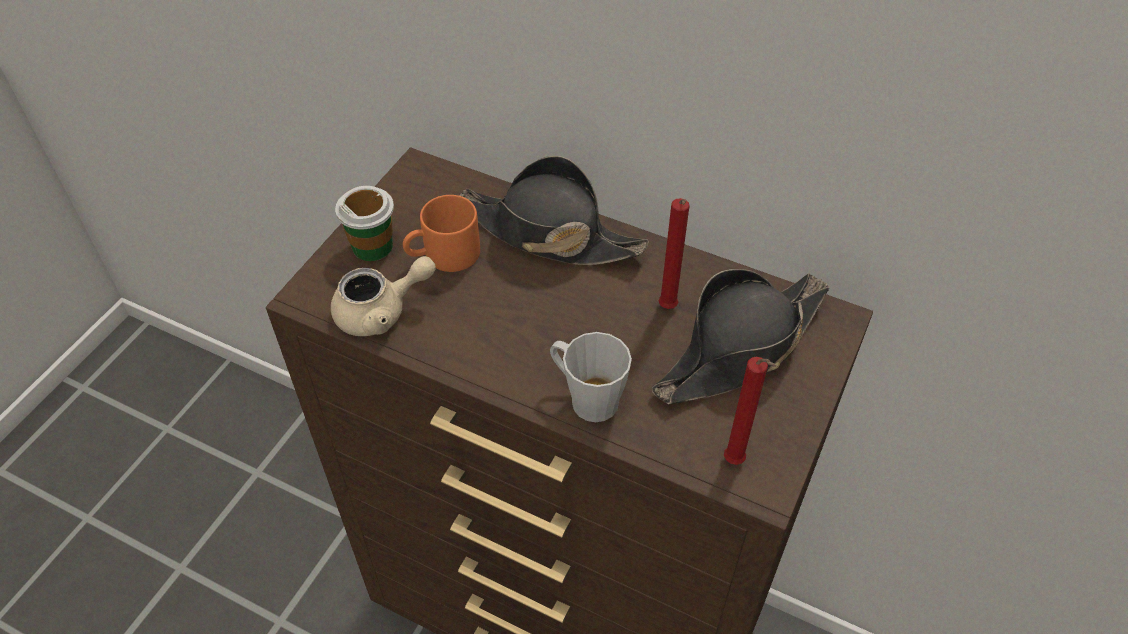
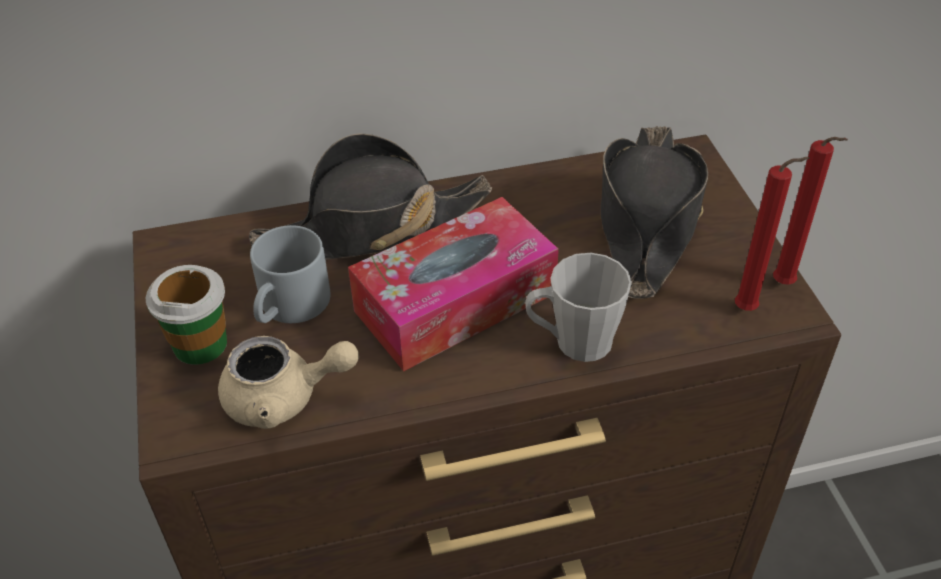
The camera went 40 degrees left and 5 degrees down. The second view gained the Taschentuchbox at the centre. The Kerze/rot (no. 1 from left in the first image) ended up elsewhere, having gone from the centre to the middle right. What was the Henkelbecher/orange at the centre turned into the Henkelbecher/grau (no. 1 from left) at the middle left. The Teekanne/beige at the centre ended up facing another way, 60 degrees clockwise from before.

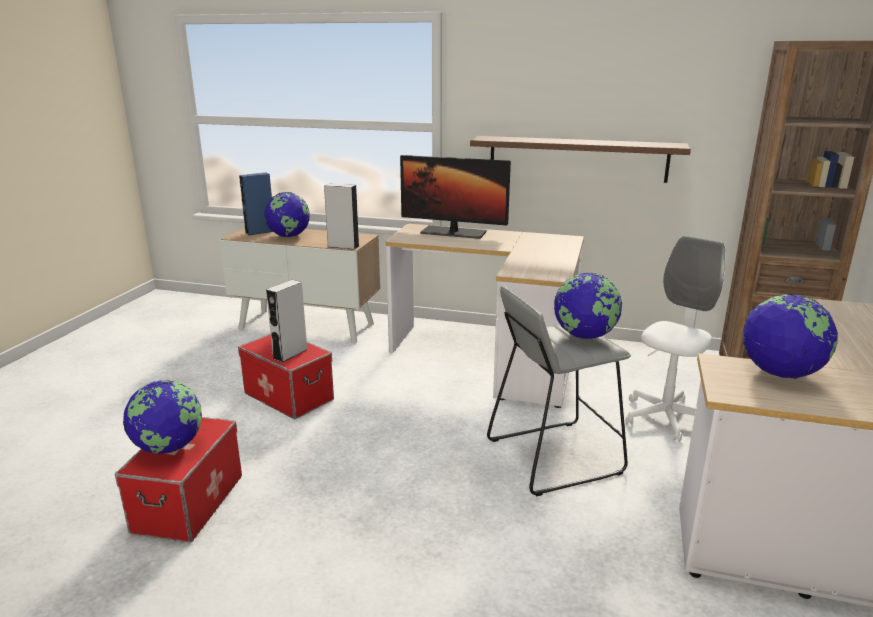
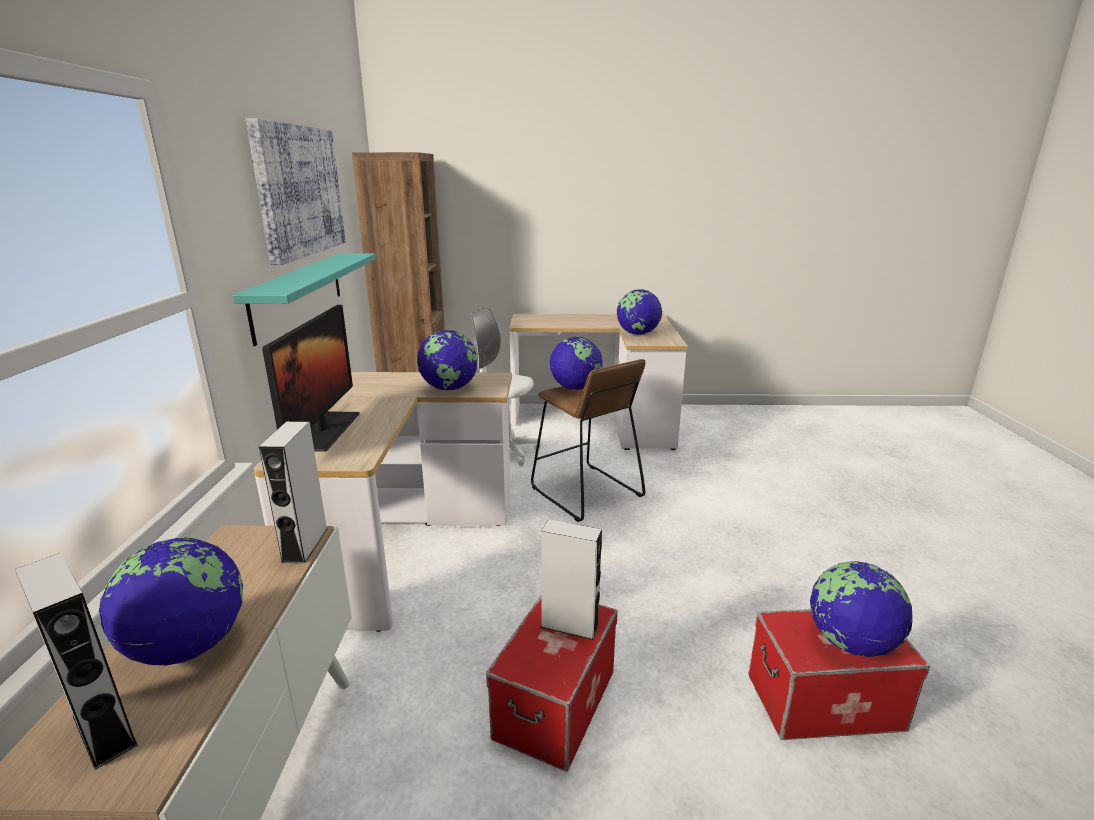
The camera went 105 degrees left and 0 degrees up. The second view gained the Bild at the top left. The second view gained the Globus (no. 2 from left) at the centre. What was the Lautsprecher/blau at the top left turned into the Lautsprecher/grau (no. 1 from left) at the bottom left. What was the Wandregal/braun at the top centre turned into the Wandregal/türkis at the middle left. What was the Hocker/grau at the centre turned into the Hocker/braun at the centre.

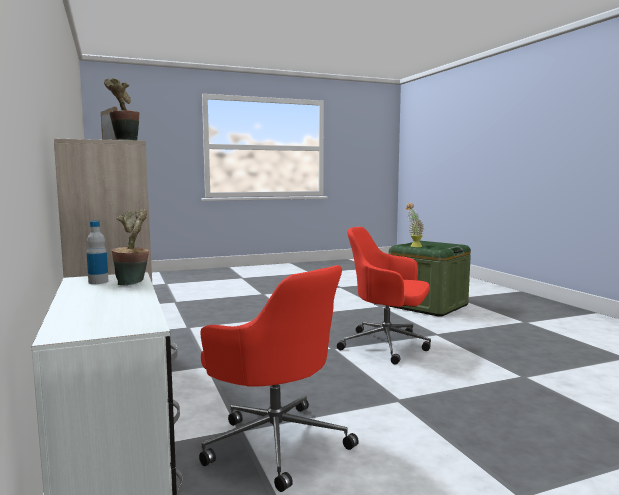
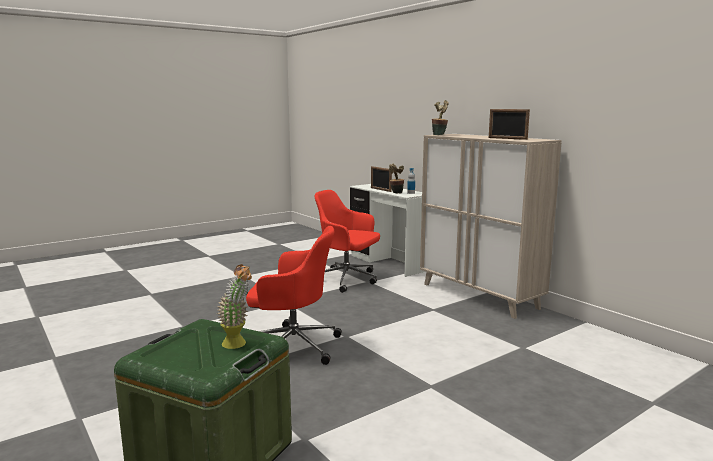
The camera went 165 degrees right and 5 degrees up. The second view gained the Bilderrahmen (no. 1 from left) at the centre.

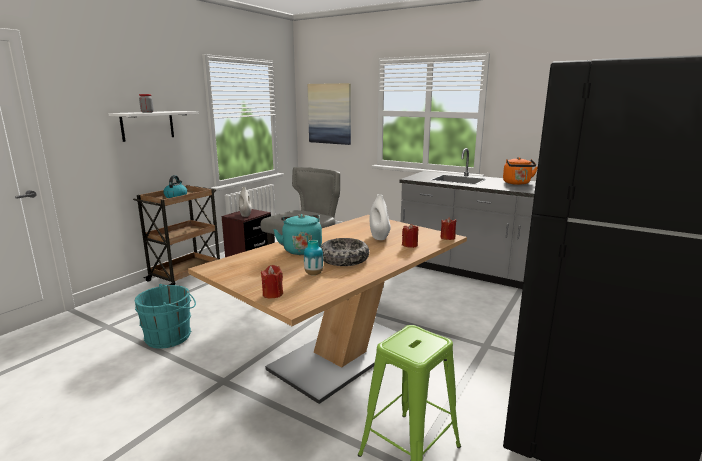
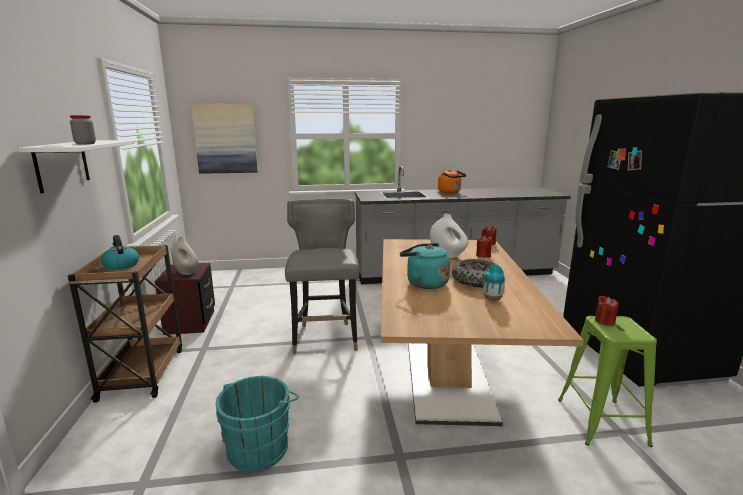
The camera went 40 degrees left and 0 degrees up. The Kerze/rot (no. 1 from left in the first image) ended up elsewhere, having gone from the centre to the middle right.

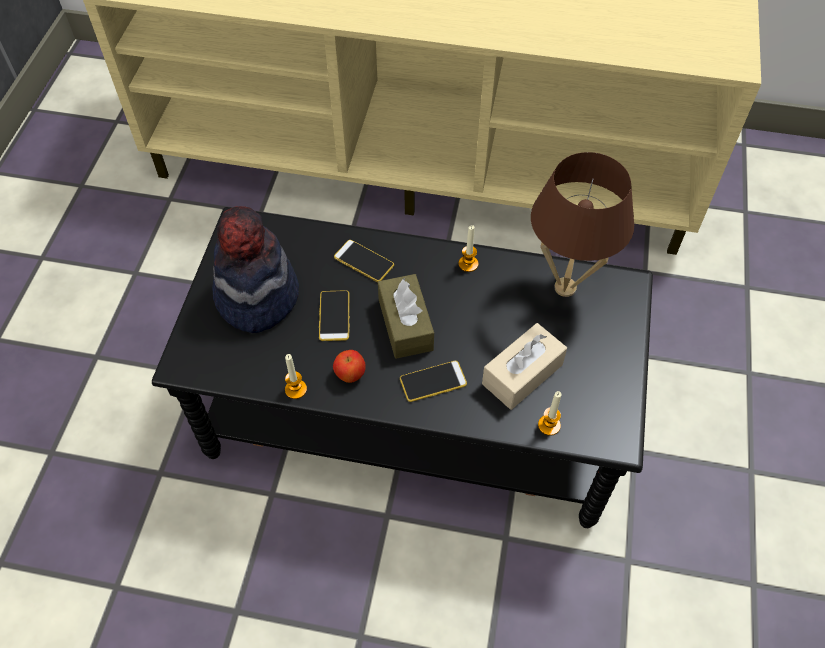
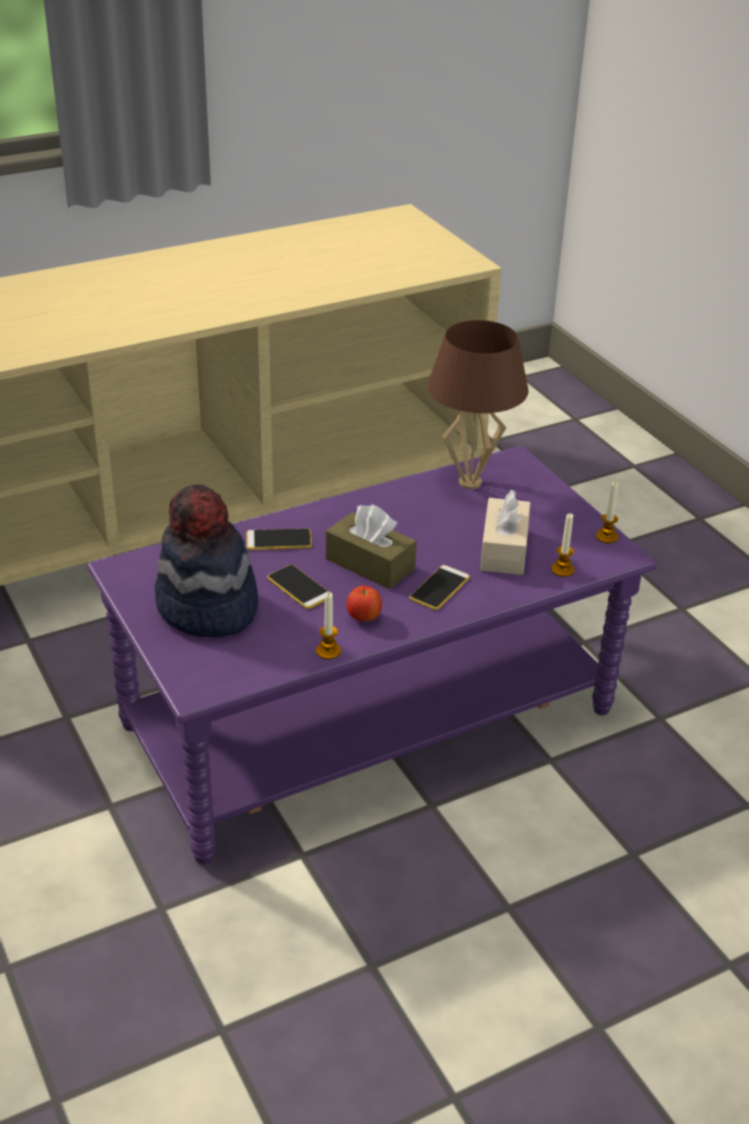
The camera went 40 degrees left and 20 degrees down. The Kerze (no. 2 from left in the first image) ended up elsewhere, having gone from the centre to the middle right. What was the Couchtisch/schwarz at the centre turned into the Couchtisch/lila at the centre.

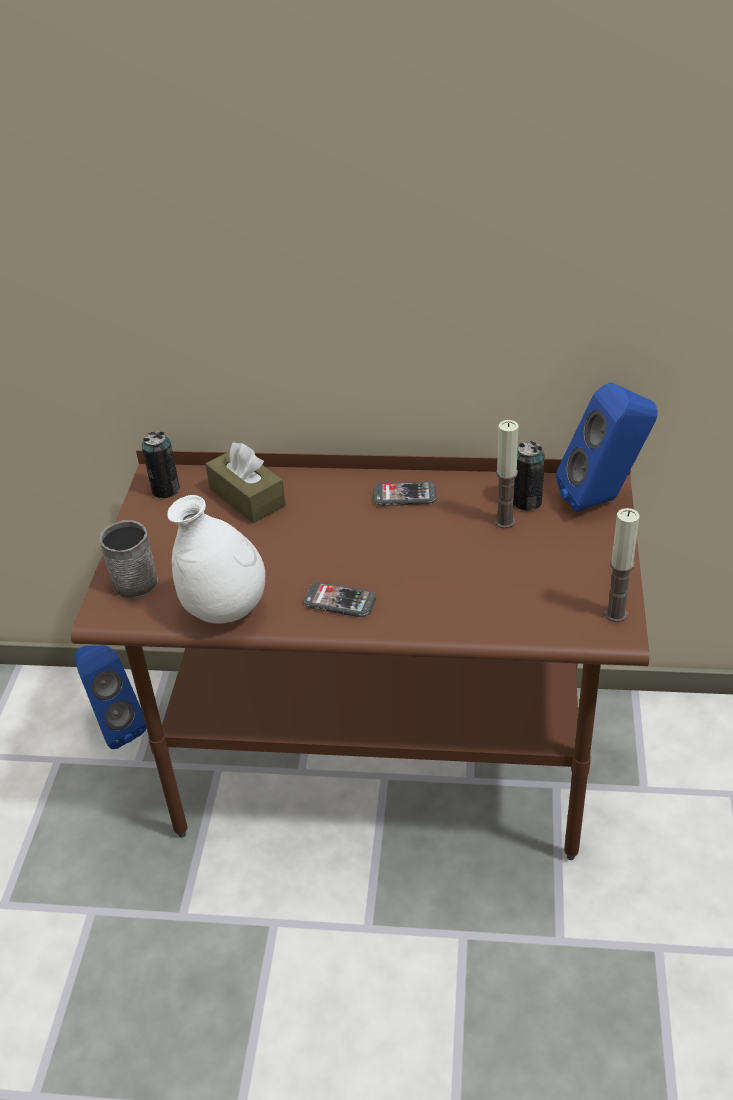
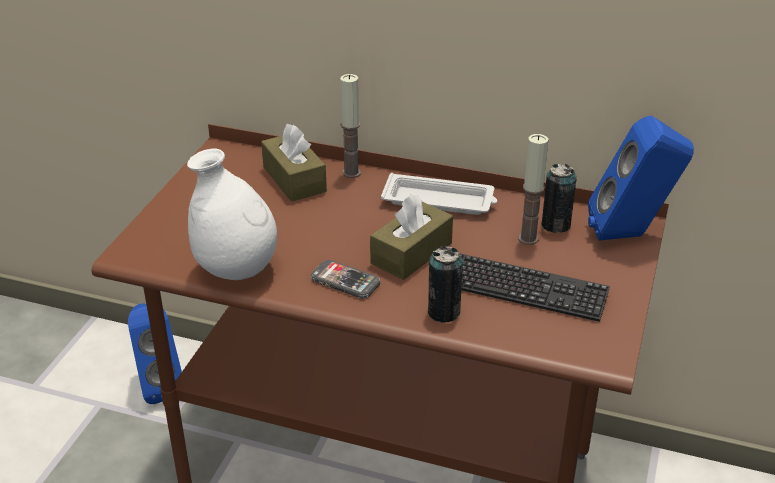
The camera went 10 degrees right and 5 degrees down. The second view lost the Henkelbecher/grau at the middle left. The second view gained the Taschentuchbox/braun (no. 2 from left) at the centre. The second view gained the Tastatur at the middle right. The Dose (no. 1 from left) ended up elsewhere, having gone from the middle left to the centre. The Kerze (no. 2 from left in the first image) ended up elsewhere, having gone from the middle right to the top centre. Where the Handy (no. 2 from left) stood at the centre, the Tablett/weiß came to stand at the centre.

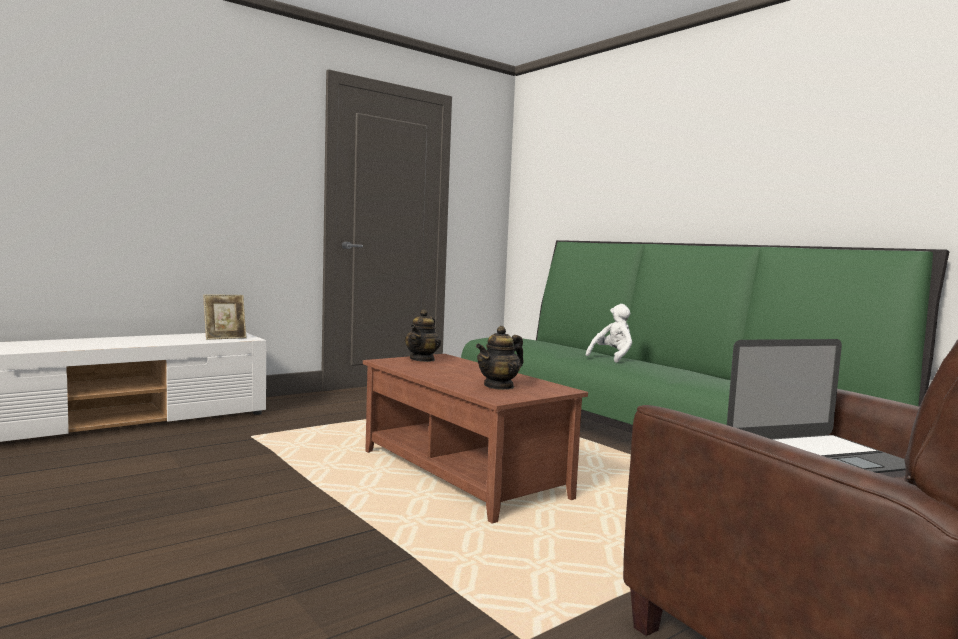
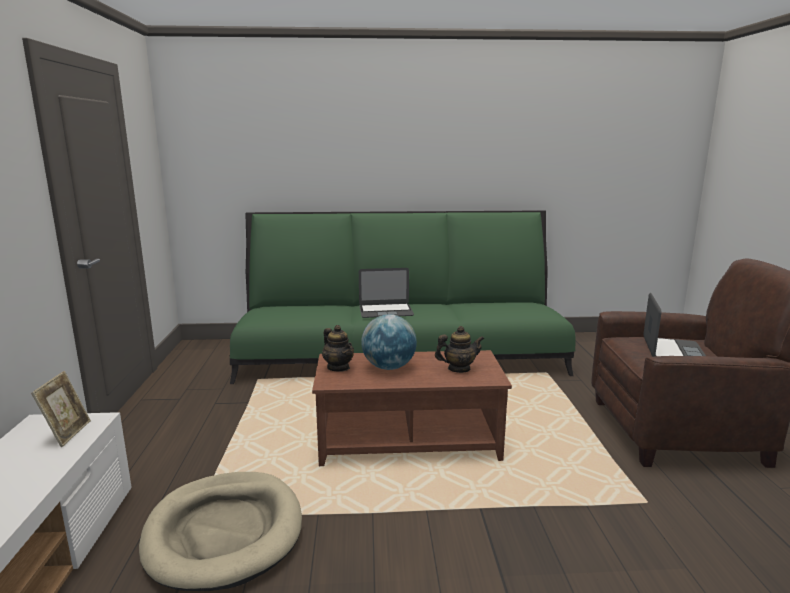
The camera went 55 degrees left and 10 degrees up. The second view gained the Hundebett/beige at the bottom left. The second view gained the Globus at the centre. Where the Plüschtier/weiß stood at the centre, the Laptop (no. 1 from left) came to stand at the centre. The Teekanne (no. 2 from left) at the centre ended up facing another way, 90 degrees counterclockwise from before.

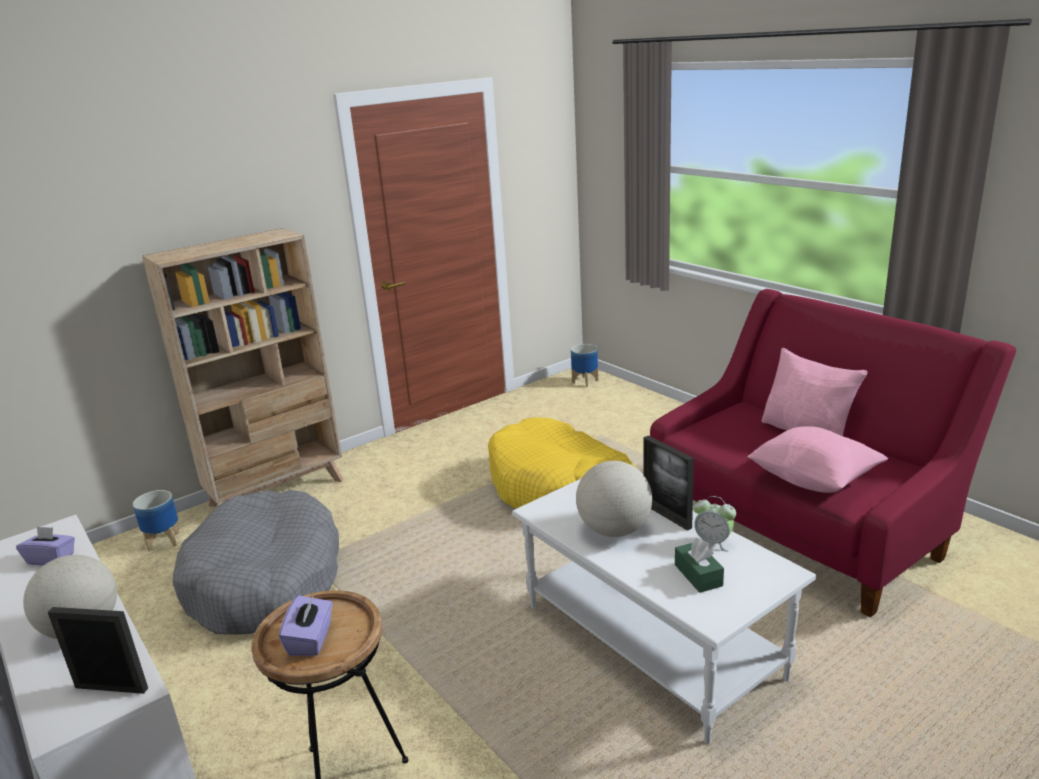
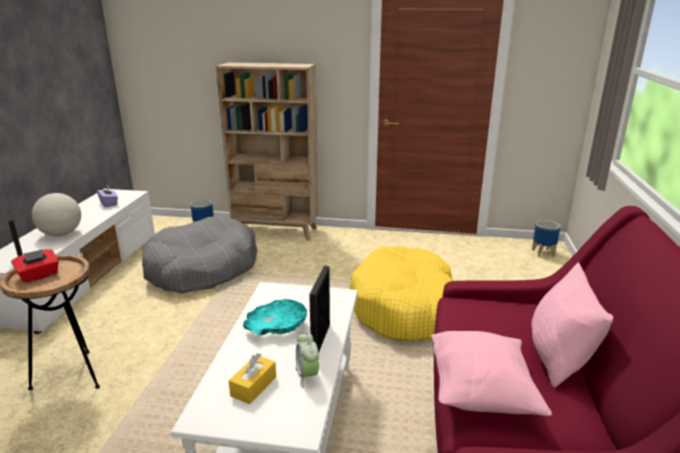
The camera went 45 degrees right and 0 degrees up. Where the Globus (no. 2 from left) stood at the centre, the Schüssel/türkis came to stand at the bottom centre. What was the Taschentuchbox/lila (no. 2 from left) at the bottom left turned into the Taschentuchbox/rot at the middle left. What was the Taschentuchbox/grün at the bottom right turned into the Taschentuchbox/gelb at the bottom centre.

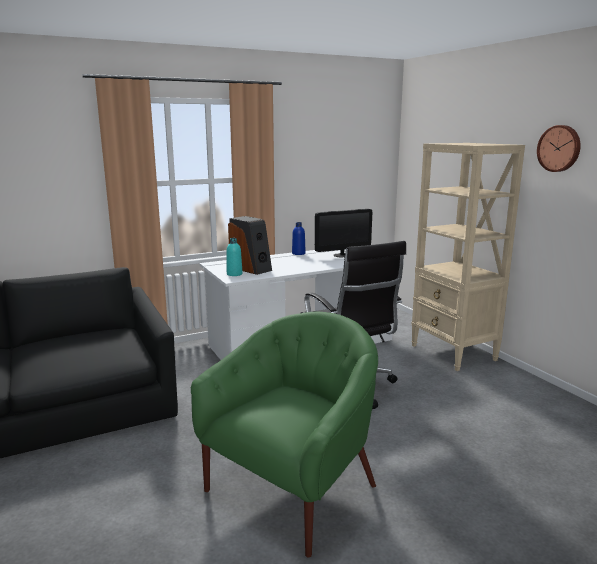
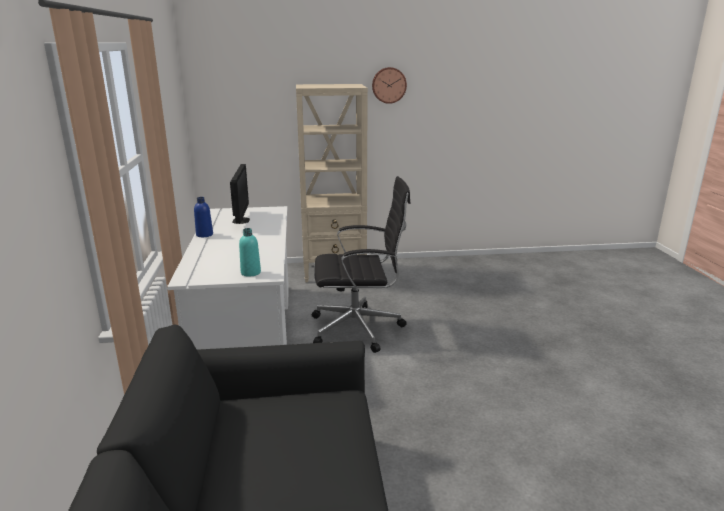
The camera went 70 degrees left and 5 degrees up. The second view lost the Sessel/grün at the bottom centre. The second view lost the Lautsprecher at the centre.

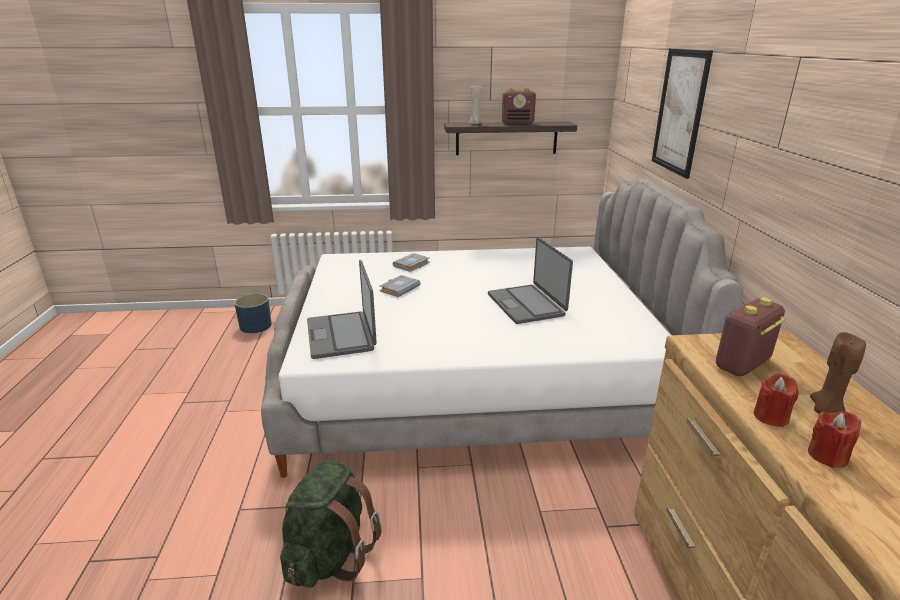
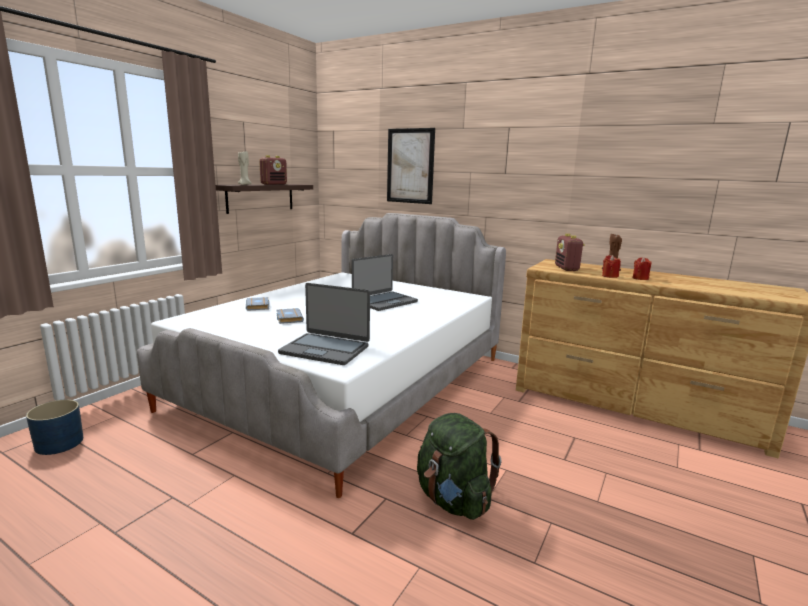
The camera went 55 degrees left and 10 degrees down. The Laptop (no. 2 from left) at the centre ended up facing another way, 60 degrees counterclockwise from before.

